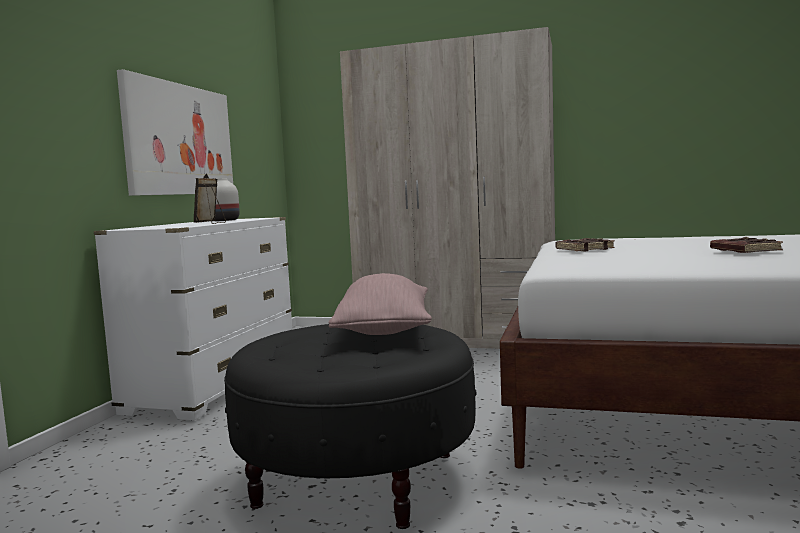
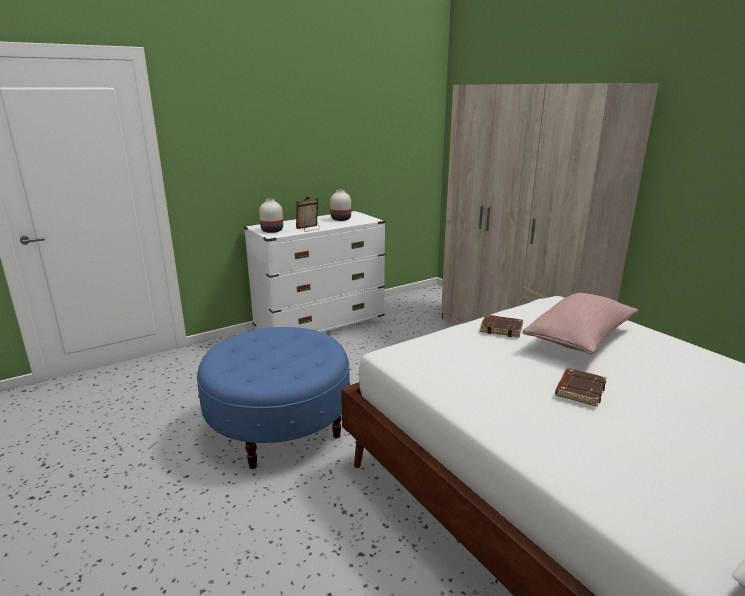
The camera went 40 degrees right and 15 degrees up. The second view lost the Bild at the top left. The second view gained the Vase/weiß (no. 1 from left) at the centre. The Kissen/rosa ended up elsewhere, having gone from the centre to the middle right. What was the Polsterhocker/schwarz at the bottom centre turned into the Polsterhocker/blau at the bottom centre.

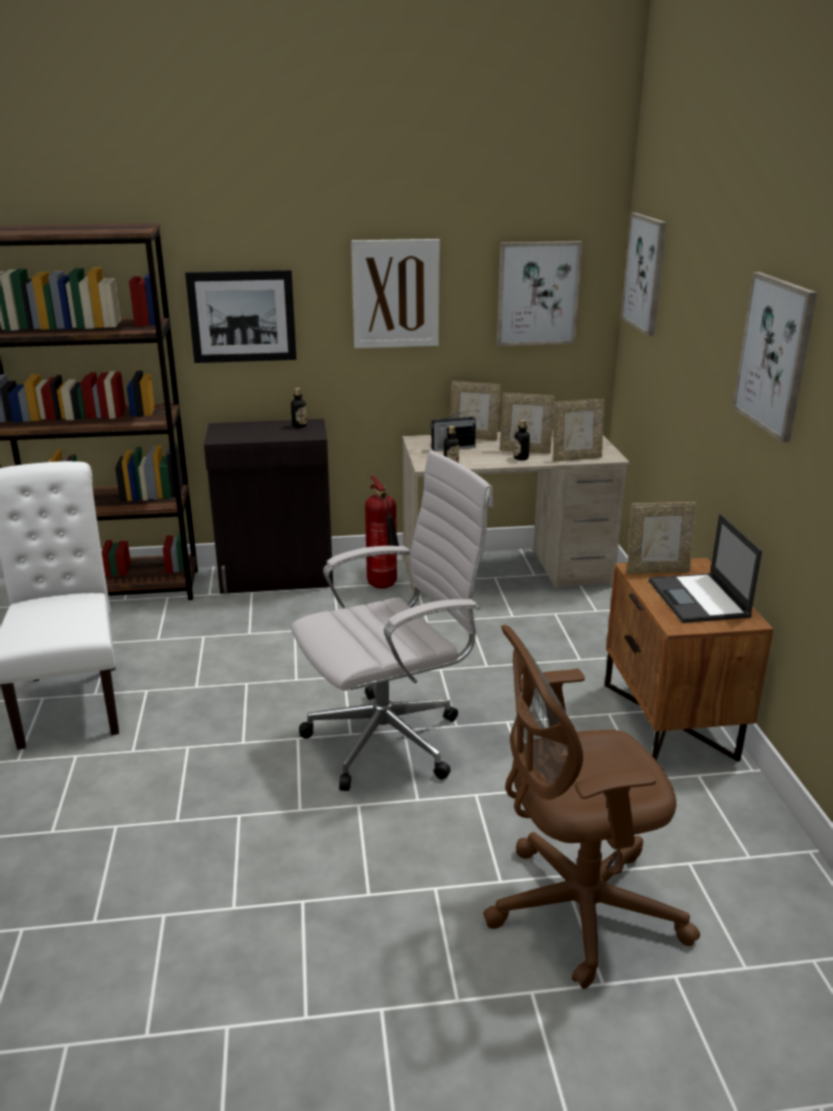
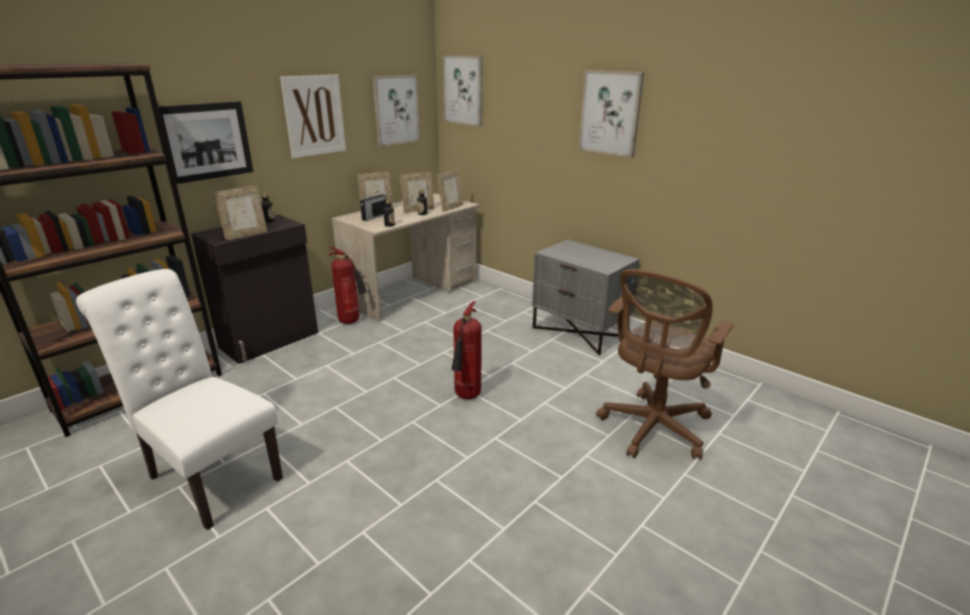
The camera went 40 degrees left and 0 degrees up. The second view lost the Laptop at the middle right. The Bilderrahmen (no. 4 from left in the first image) ended up elsewhere, having gone from the middle right to the middle left. Where the Bürostuhl/weiß stood at the centre, the Feuerlöscher (no. 2 from left) came to stand at the centre. What was the Nachttisch/braun at the middle right turned into the Nachttisch/grau at the centre.

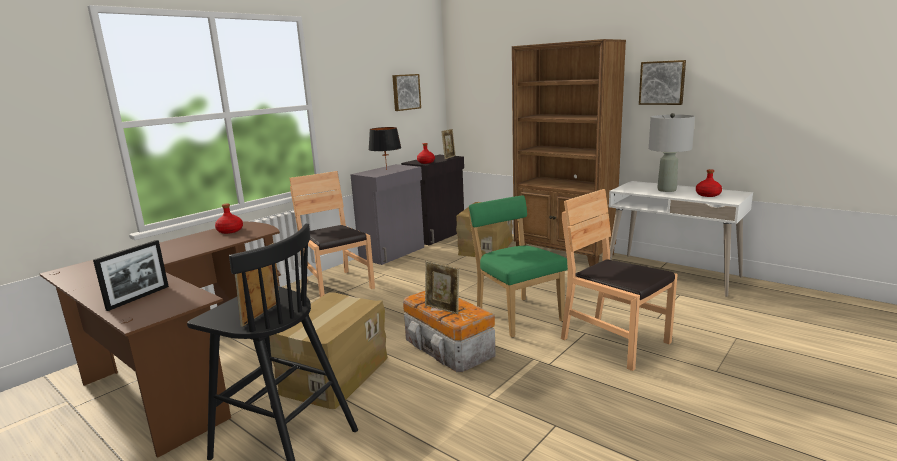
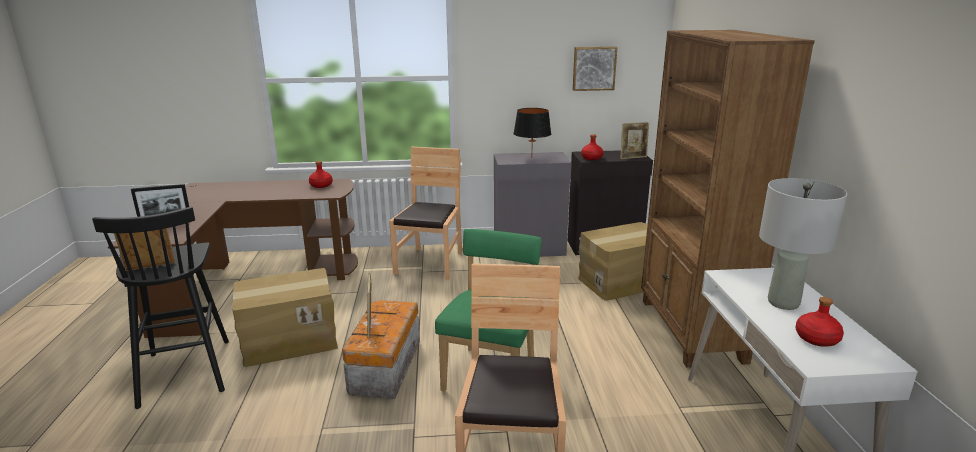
The camera went 45 degrees right and 5 degrees up. The second view lost the Bild (no. 2 from left) at the top right.

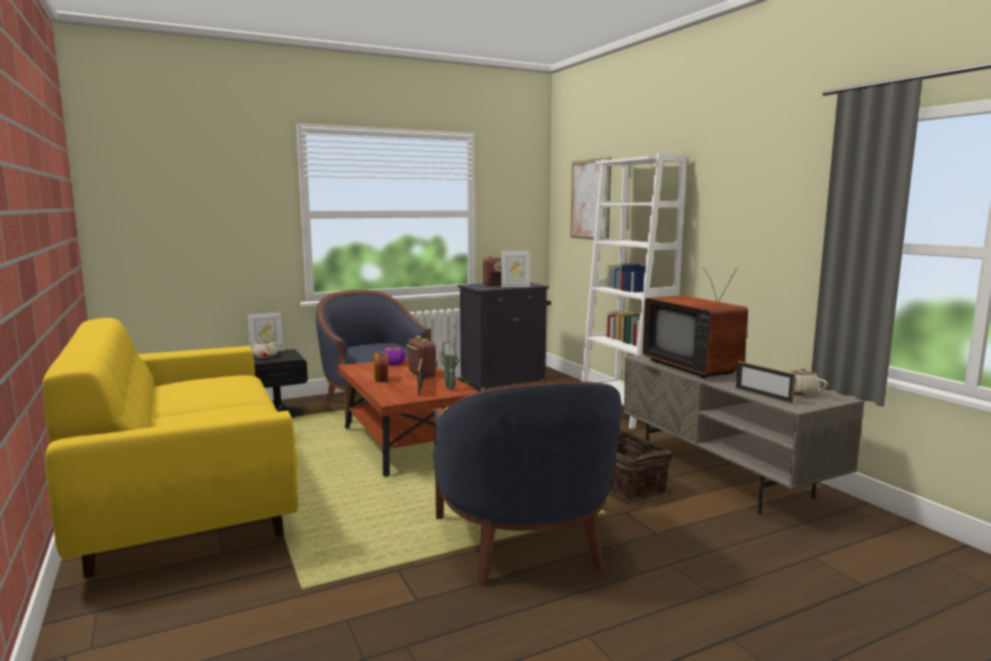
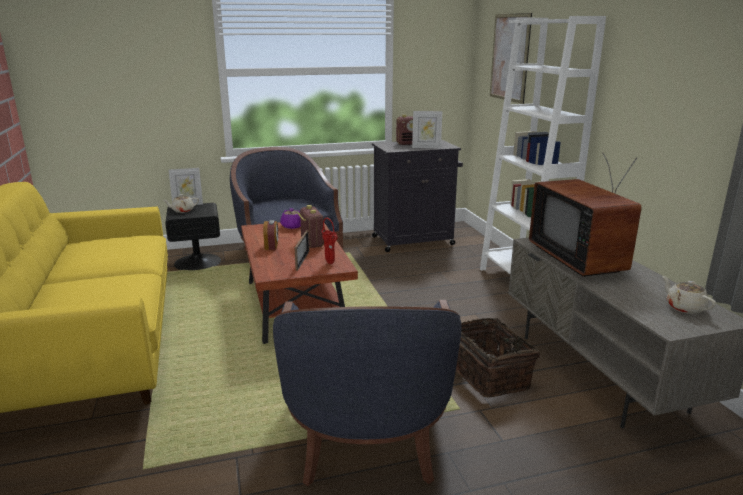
The camera went 10 degrees right and 10 degrees up. The second view lost the Bilderrahmen (no. 4 from left) at the middle right. What was the Vase/grün at the centre turned into the Vase/rot at the centre.

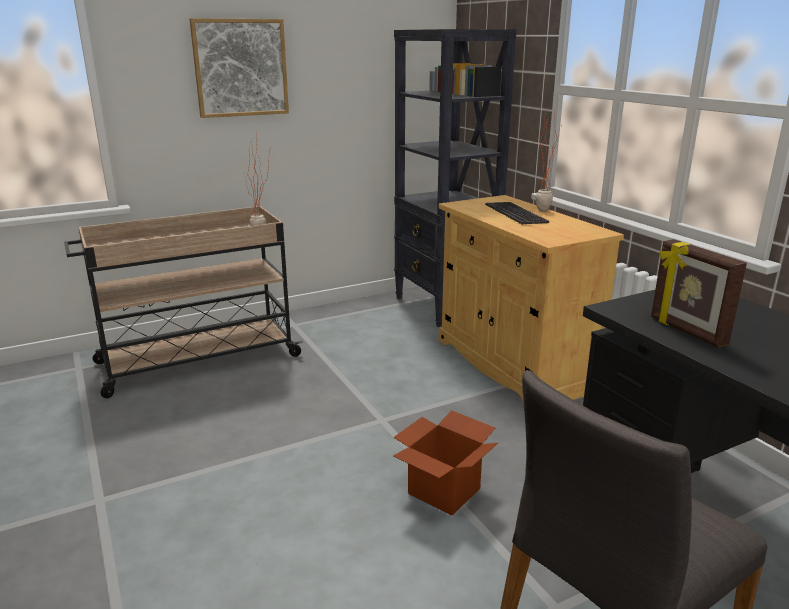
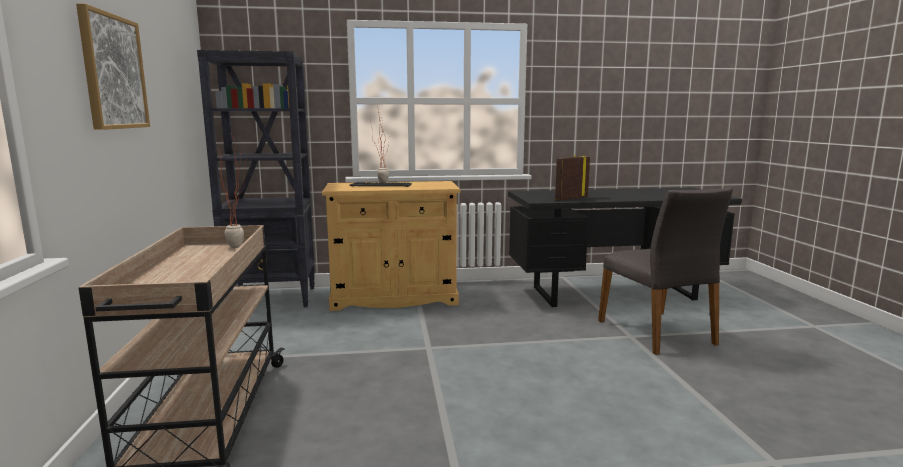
The camera went 70 degrees left and 10 degrees down. The second view lost the Karton at the bottom centre. The Bilderrahmen at the middle right ended up facing another way, 150 degrees clockwise from before.

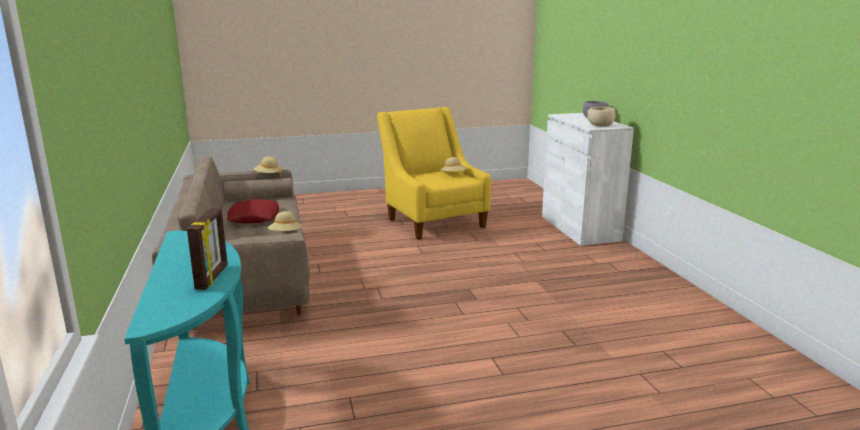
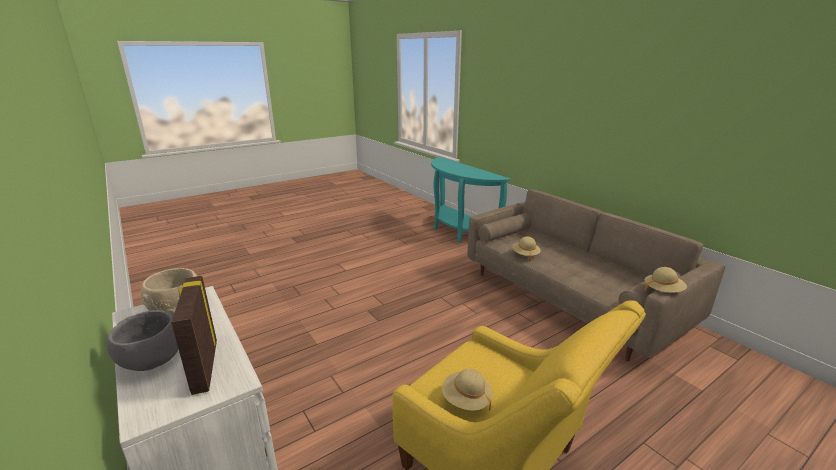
The camera went 160 degrees right and 5 degrees up. The second view lost the Kissen/rot at the middle left. The Bilderrahmen ended up elsewhere, having gone from the middle left to the bottom left.

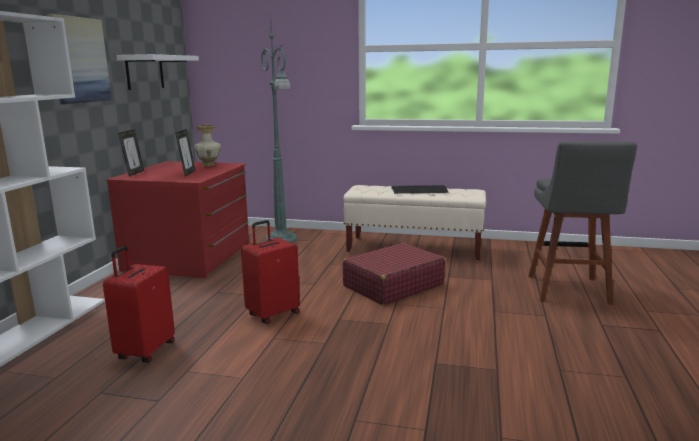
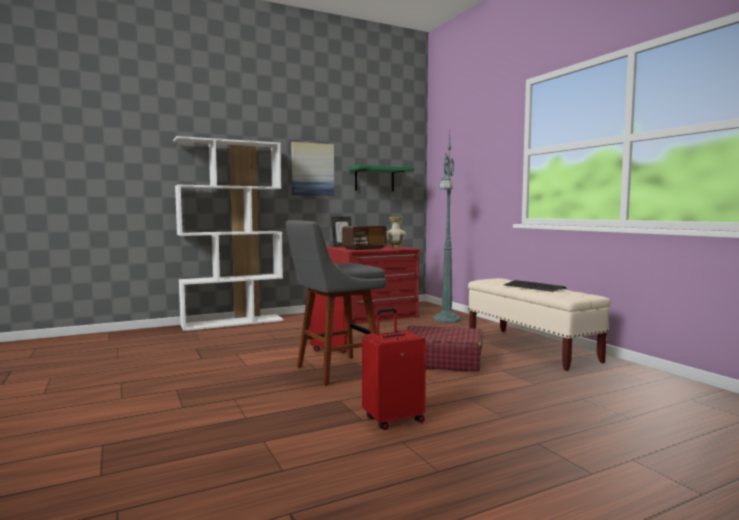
The camera went 50 degrees right and 10 degrees down. The Koffer/rot (no. 1 from left in the first image) ended up elsewhere, having gone from the bottom left to the bottom centre. The Hocker/grau ended up elsewhere, having gone from the middle right to the centre. Where the Bilderrahmen (no. 2 from left) stood at the middle left, the Radio came to stand at the centre. What was the Wandregal/weiß at the top left turned into the Wandregal/grün at the centre.

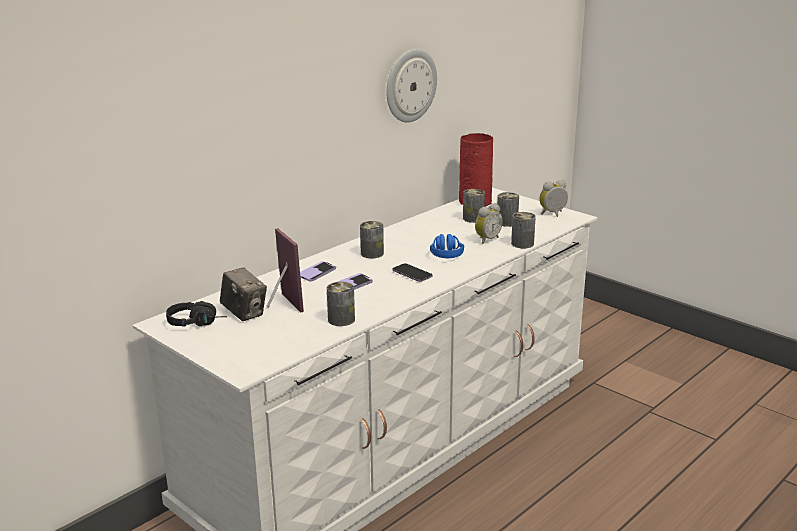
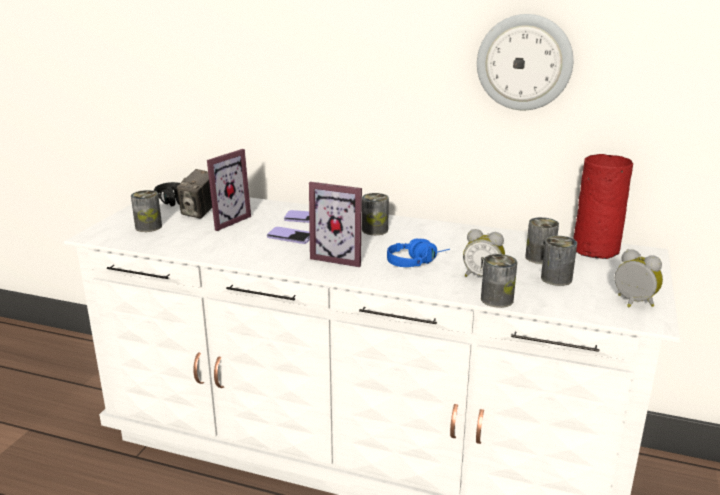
The camera went 65 degrees right and 0 degrees up. The Dose (no. 1 from left) ended up elsewhere, having gone from the centre to the middle left. Where the Handy (no. 3 from left) stood at the centre, the Bilderrahmen (no. 2 from left) came to stand at the centre.

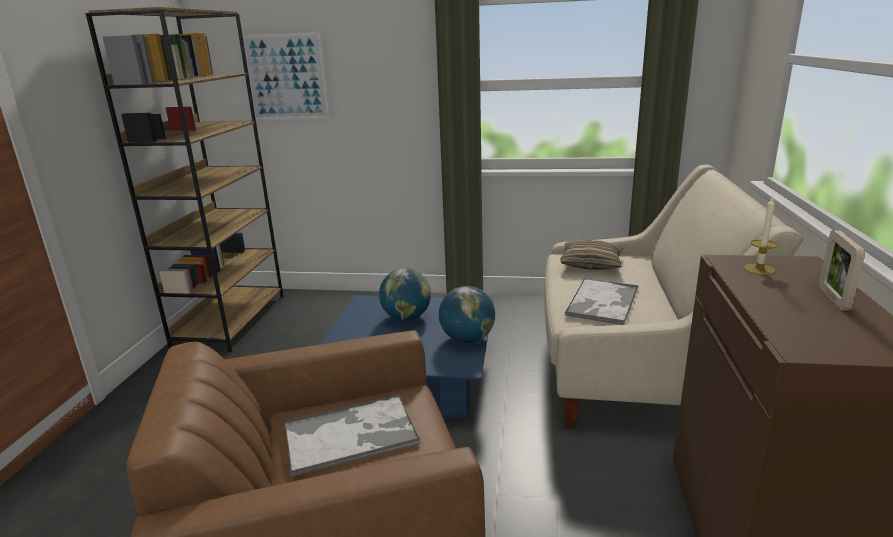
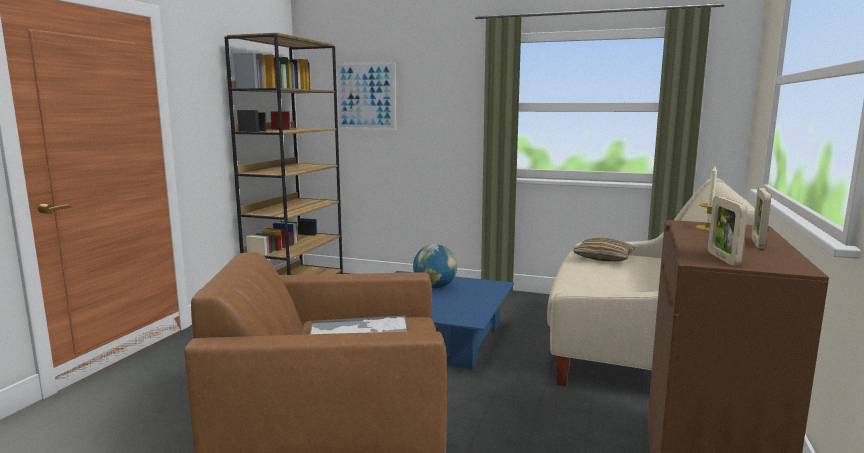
The camera went 10 degrees right and 10 degrees down. The second view lost the Globus (no. 2 from left) at the centre. The second view lost the Tablett (no. 2 from left) at the middle right. The second view gained the Bilderrahmen (no. 1 from left) at the middle right.

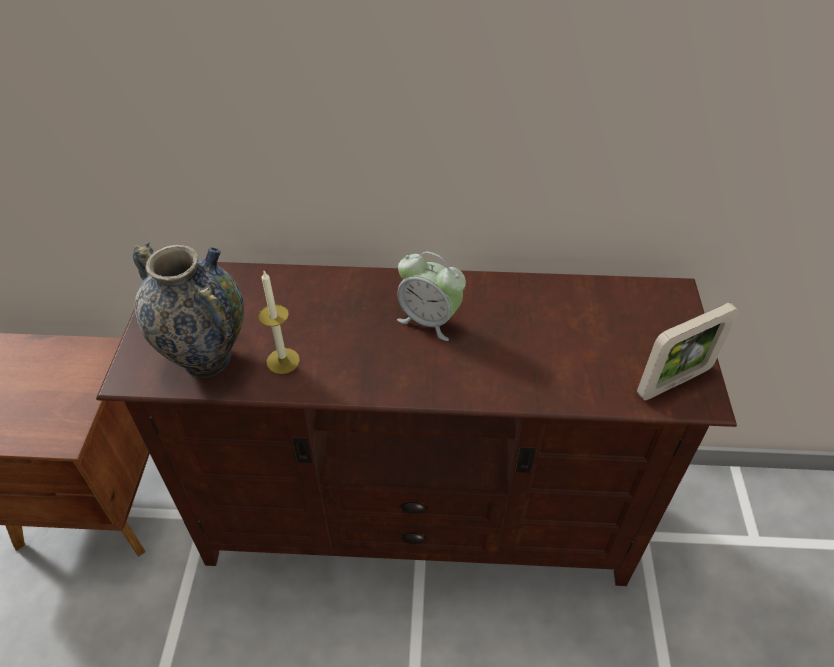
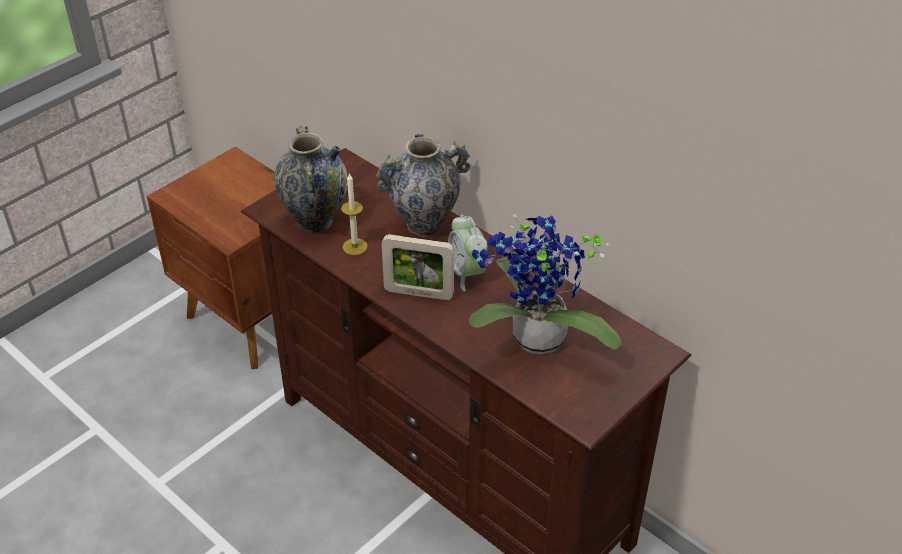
The camera went 40 degrees right and 5 degrees down. The second view gained the Vase (no. 2 from left) at the centre. The second view gained the Topfpflanze at the centre. The Bilderrahmen ended up elsewhere, having gone from the middle right to the centre.

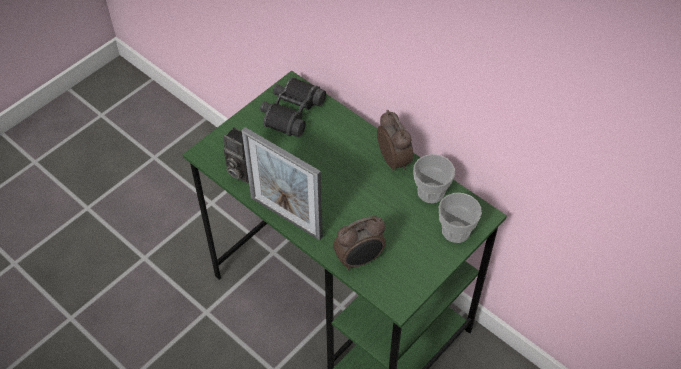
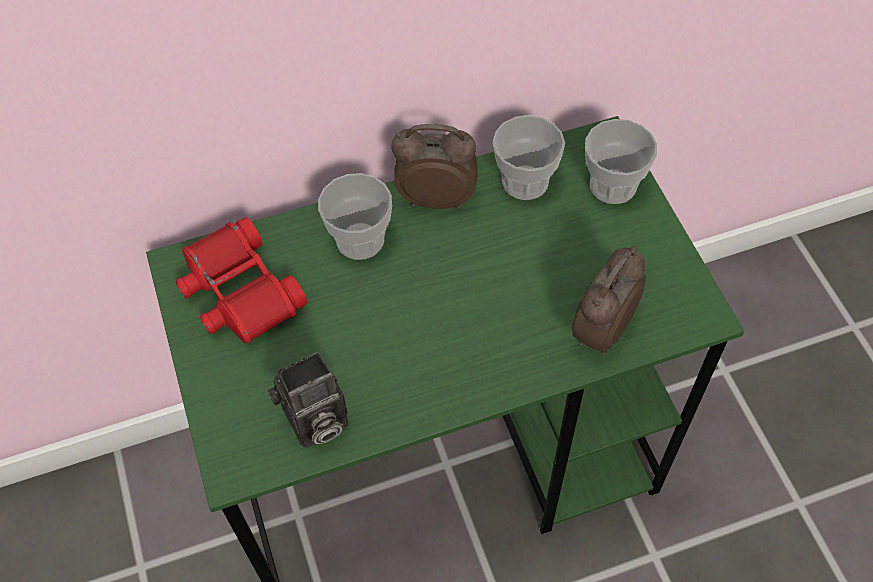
The camera went 60 degrees left and 5 degrees up. The second view lost the Bilderrahmen at the centre. The second view gained the Tasse (no. 1 from left) at the centre. What was the Fernglas/schwarz at the top centre turned into the Fernglas/rot at the middle left. The Wecker (no. 1 from left in the first image) at the centre ended up facing another way, 150 degrees counterclockwise from before.

